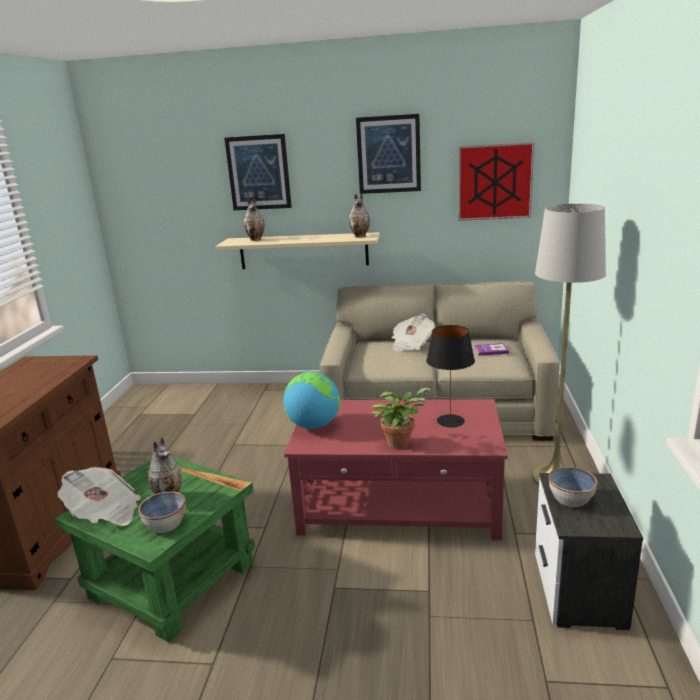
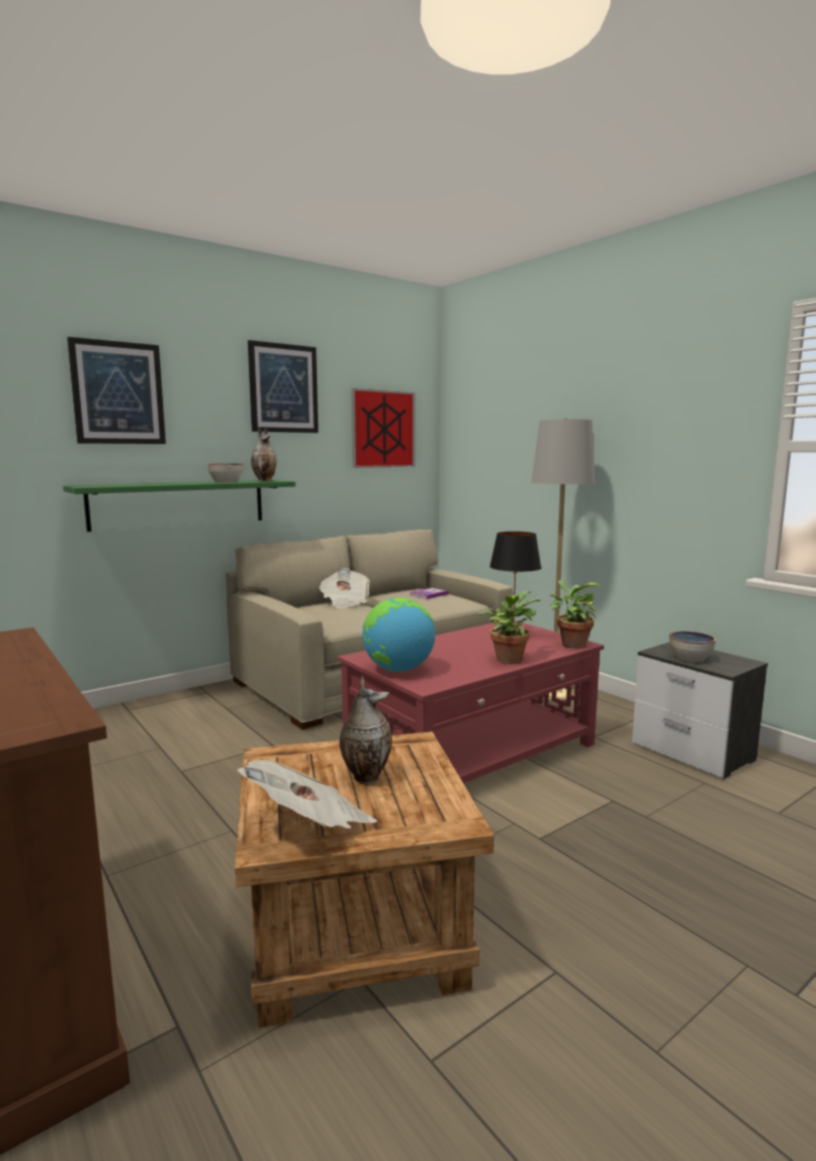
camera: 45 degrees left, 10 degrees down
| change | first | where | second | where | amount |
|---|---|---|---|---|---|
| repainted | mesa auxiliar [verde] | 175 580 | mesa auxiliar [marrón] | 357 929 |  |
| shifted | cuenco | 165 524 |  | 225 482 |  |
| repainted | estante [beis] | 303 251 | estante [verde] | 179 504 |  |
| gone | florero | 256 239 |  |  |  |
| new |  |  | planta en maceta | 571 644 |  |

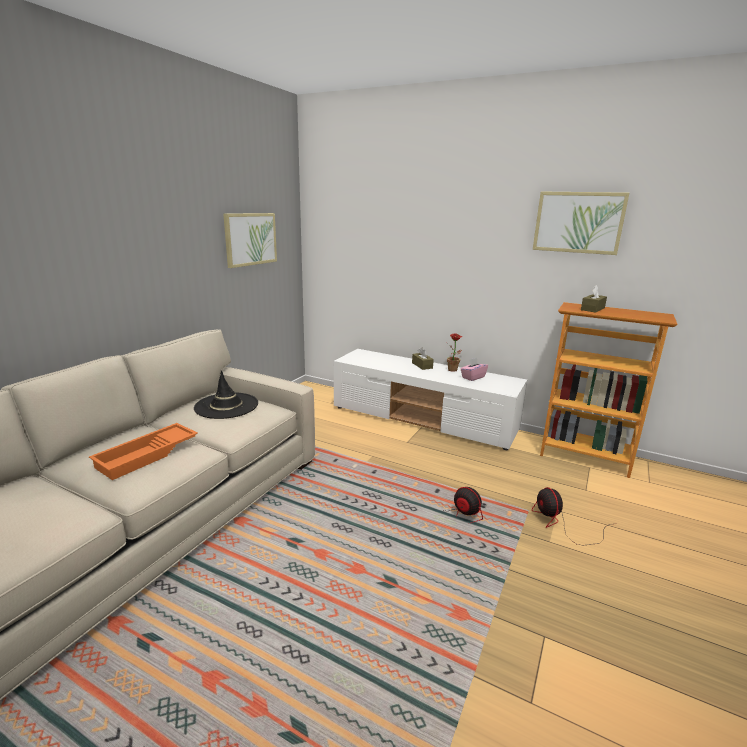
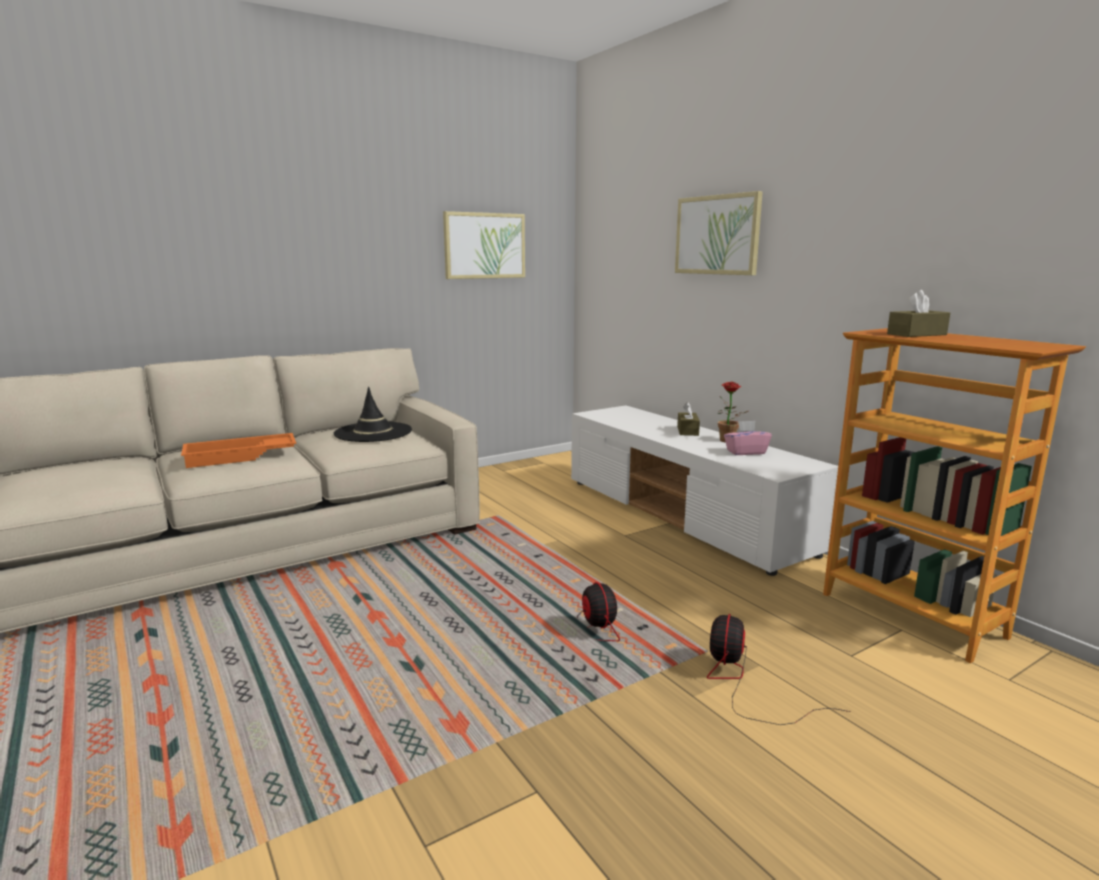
camera: 30 degrees right, 5 degrees down
| change | first | where | second | where | amount |
|---|---|---|---|---|---|
| shifted | cuadro | 578 222 |  | 717 235 |  |

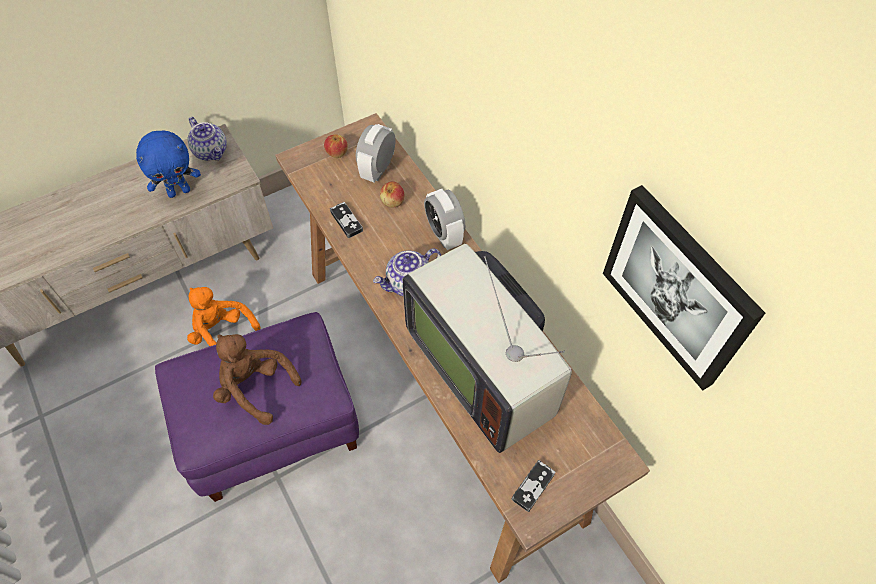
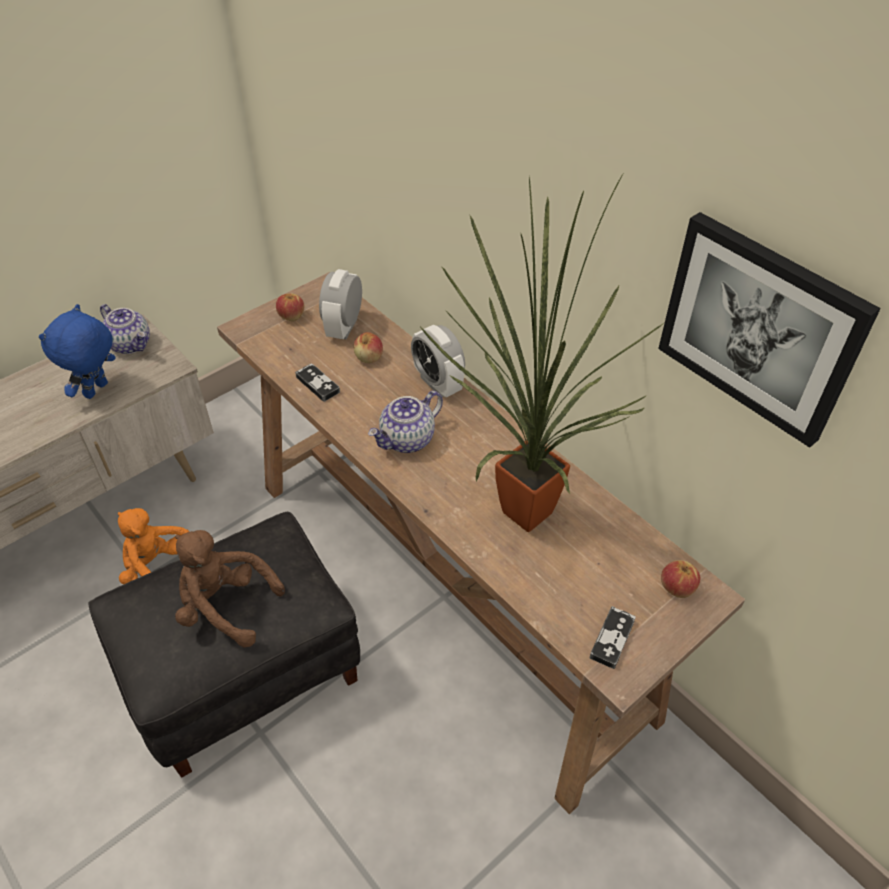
camera: 10 degrees left, 10 degrees down
| change | first | where | second | where | amount |
|---|---|---|---|---|---|
| rotated | peluche [azul] | 179 191 |  | 97 391 | 150 degrees clockwise |
| repainted | puf [morado] | 273 425 | puf [negro] | 244 670 |  |
| swapped | televisor | 484 368 | planta en maceta | 519 517 |  |
| new |  |  | manzana | 677 587 |  |

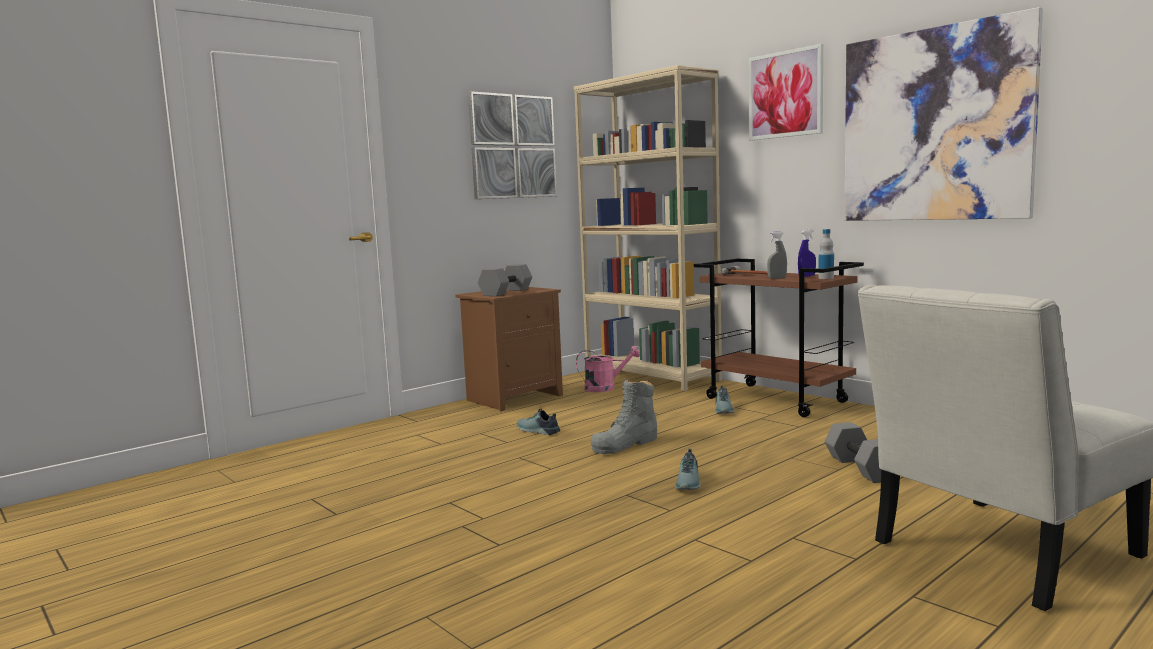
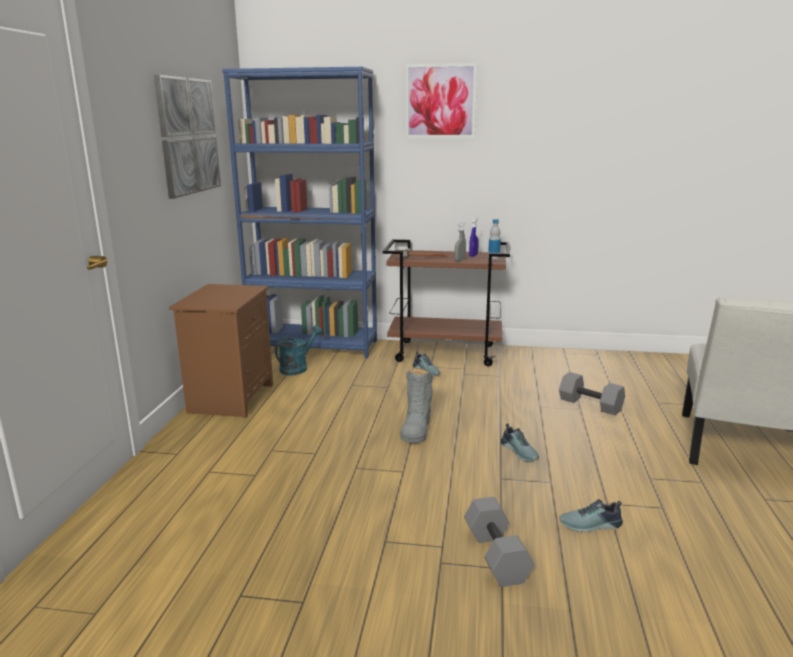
camera: 40 degrees left, 10 degrees up
| change | first | where | second | where | amount |
|---|---|---|---|---|---|
| shifted | mancuerna [gris] | 505 292 |  | 494 555 |  |
| shifted | zapato | 537 431 |  | 591 525 |  |
| repainted | estantería [beis] | 651 376 | estantería [azul] | 314 346 |  |
| repainted | regadera [rosa] | 605 388 | regadera [turquesa] | 297 368 |  |
| gone | cuadro | 935 125 |  |  |  |

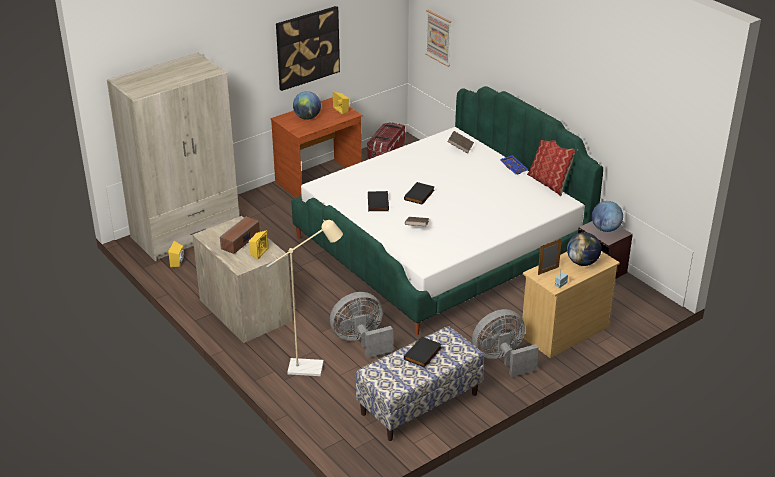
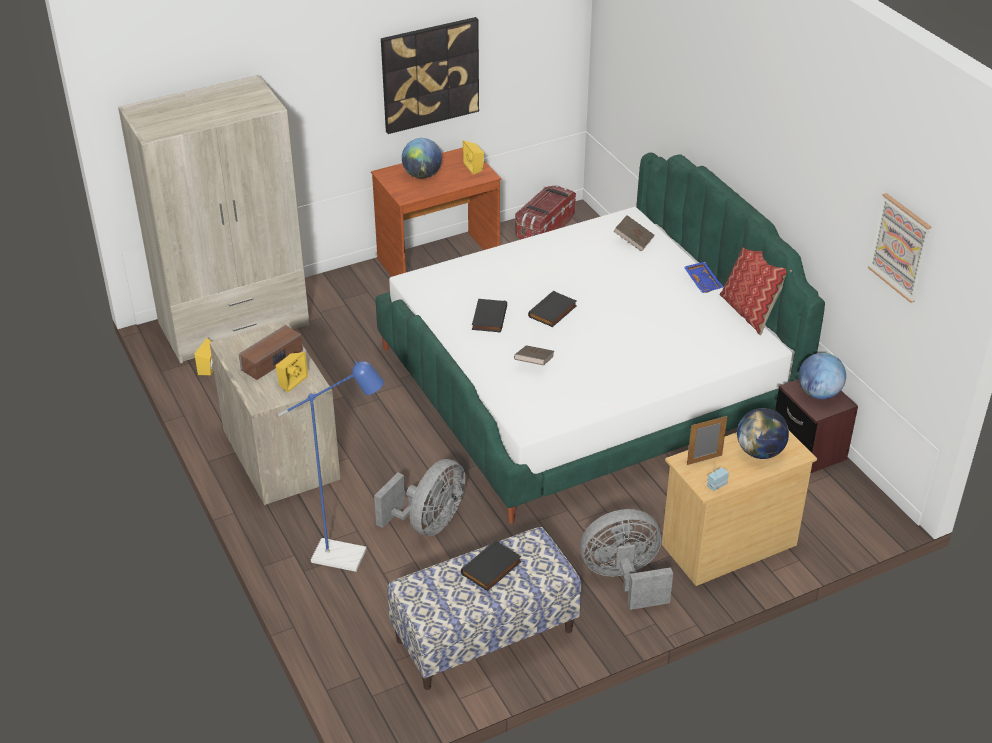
camera: 10 degrees right, 5 degrees up
| change | first | where | second | where | amount |
|---|---|---|---|---|---|
| repainted | lámpara de pie [beis] | 312 368 | lámpara de pie [azul] | 348 557 |  |
| rotated | ventilador [gris] | 361 341 |  | 428 523 | 135 degrees clockwise |
| shifted | cuadro | 439 37 |  | 900 247 |  |

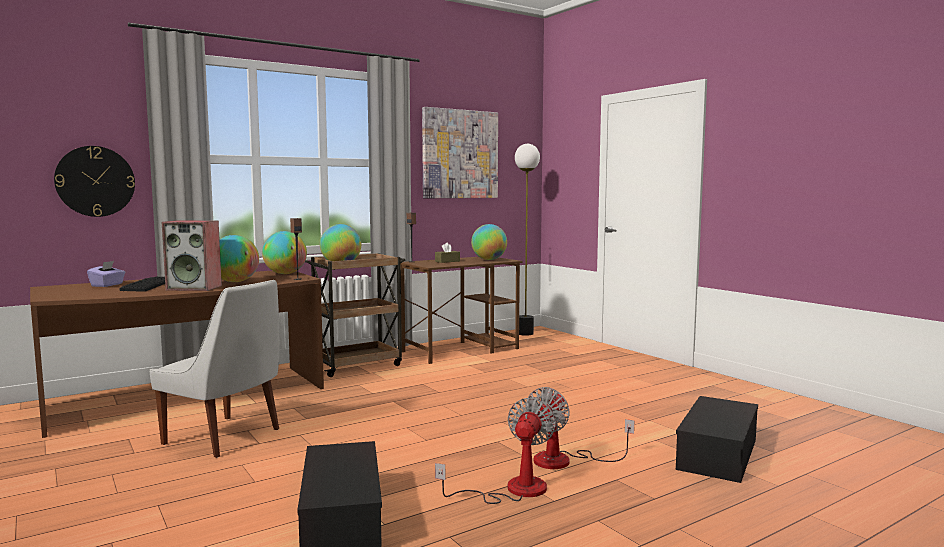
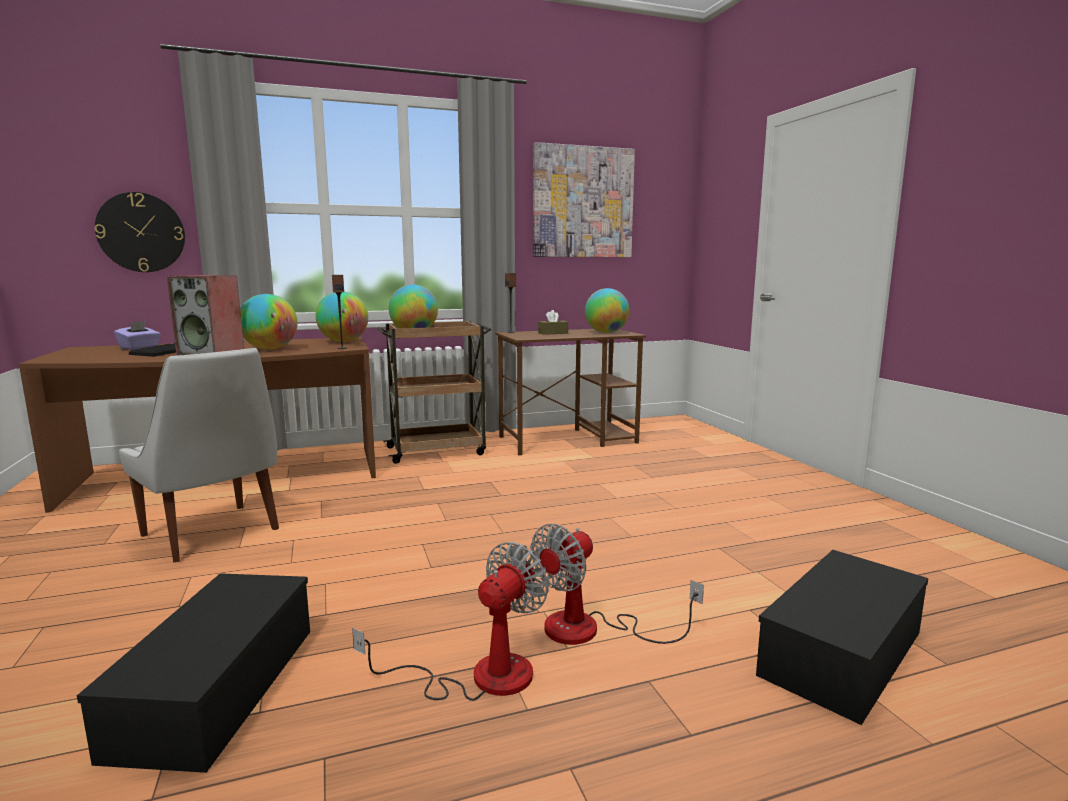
camera: 15 degrees right, 5 degrees up
| change | first | where | second | where | amount |
|---|---|---|---|---|---|
| gone | lámpara de pie | 525 333 |  |  |  |

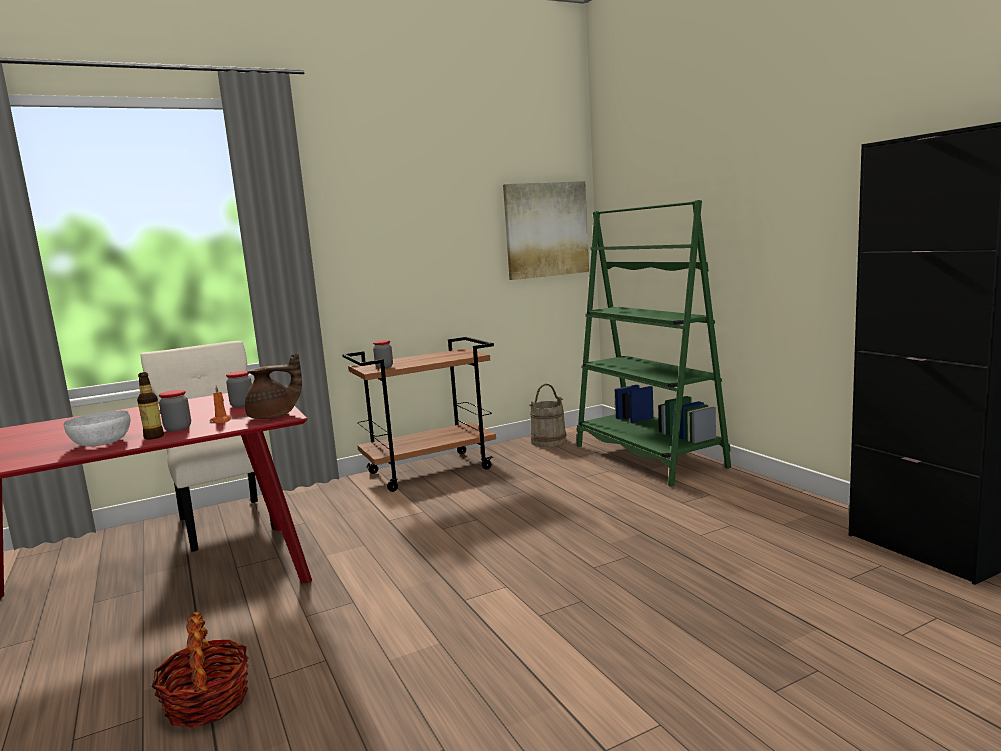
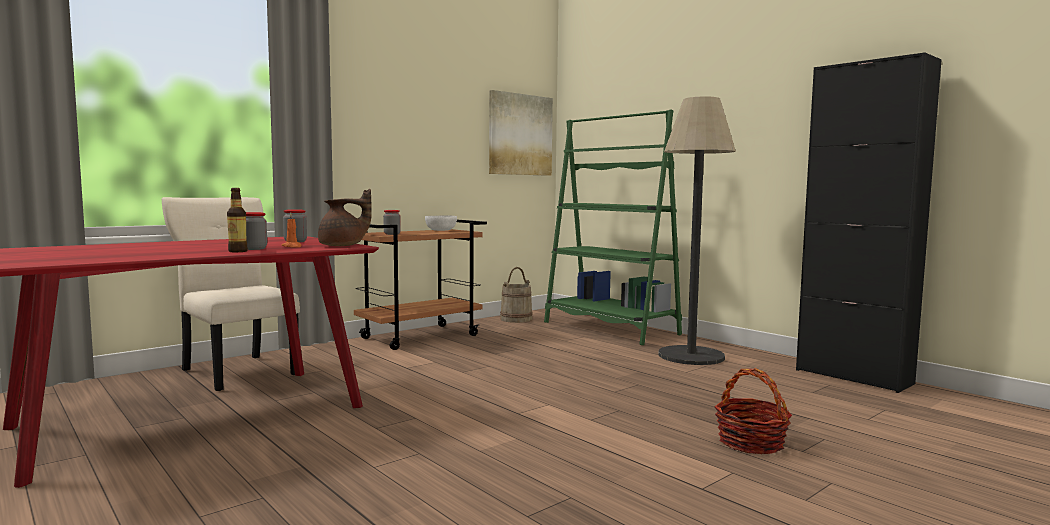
camera: 15 degrees left, 5 degrees down
| change | first | where | second | where | amount |
|---|---|---|---|---|---|
| shifted | cuenco [blanco] | 101 443 |  | 441 230 |  |
| shifted | cesta | 207 702 |  | 751 442 |  |
| new |  |  | lámpara de pie | 691 356 |  |

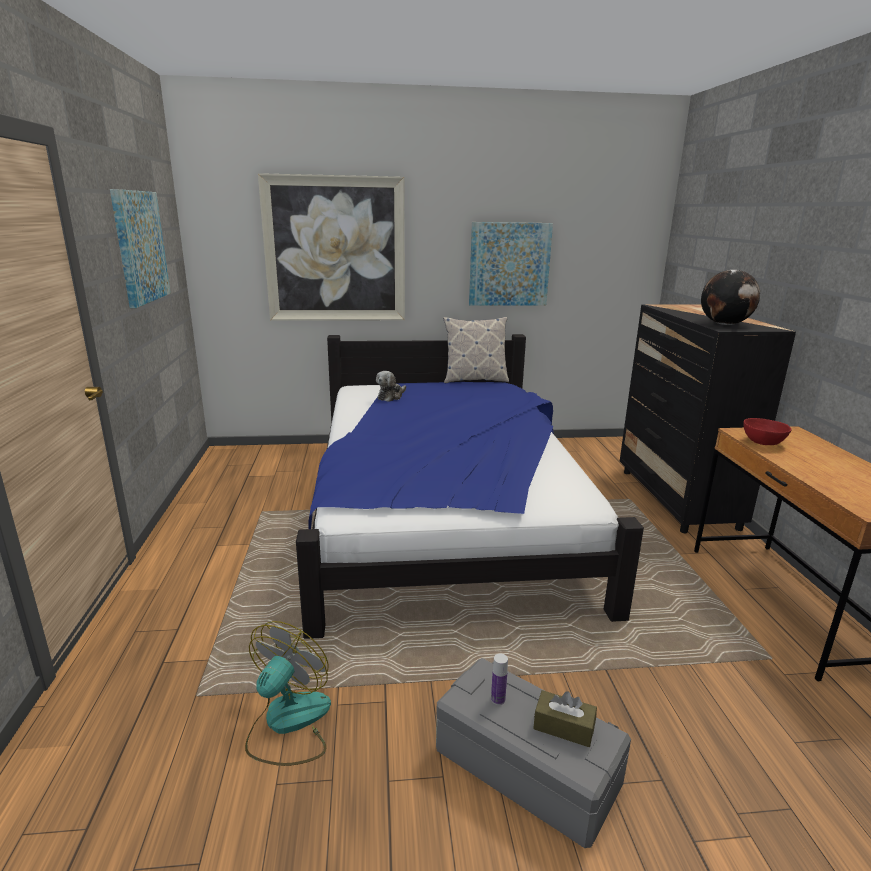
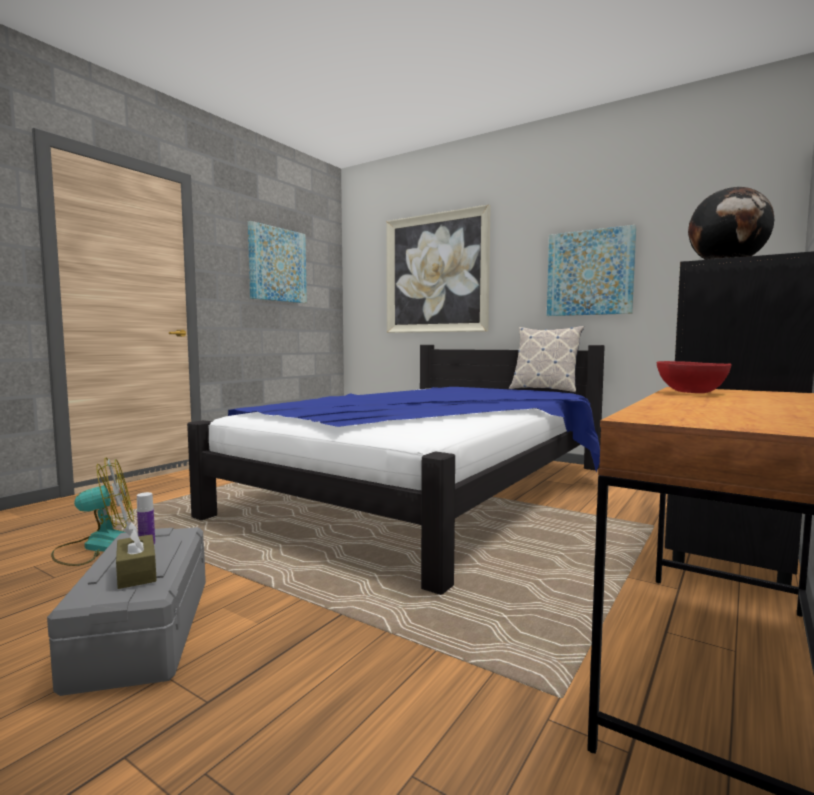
camera: 40 degrees right, 15 degrees down
| change | first | where | second | where | amount |
|---|---|---|---|---|---|
| gone | peluche | 391 396 |  |  |  |

